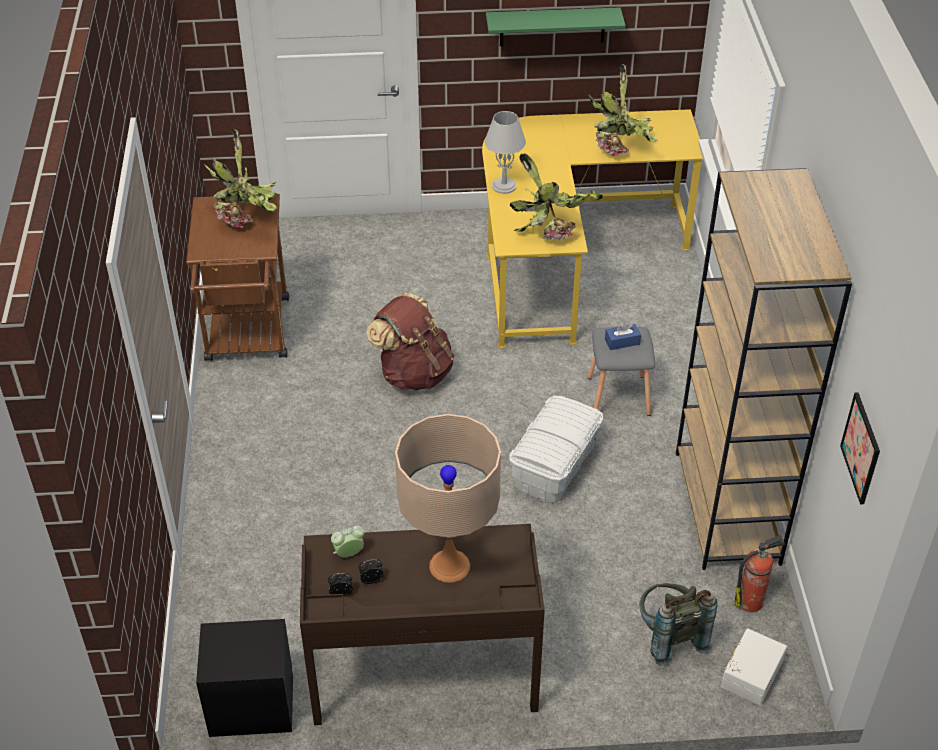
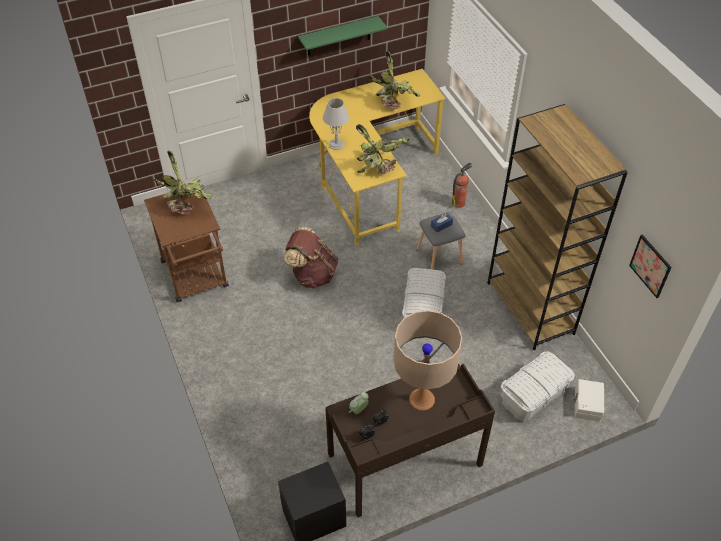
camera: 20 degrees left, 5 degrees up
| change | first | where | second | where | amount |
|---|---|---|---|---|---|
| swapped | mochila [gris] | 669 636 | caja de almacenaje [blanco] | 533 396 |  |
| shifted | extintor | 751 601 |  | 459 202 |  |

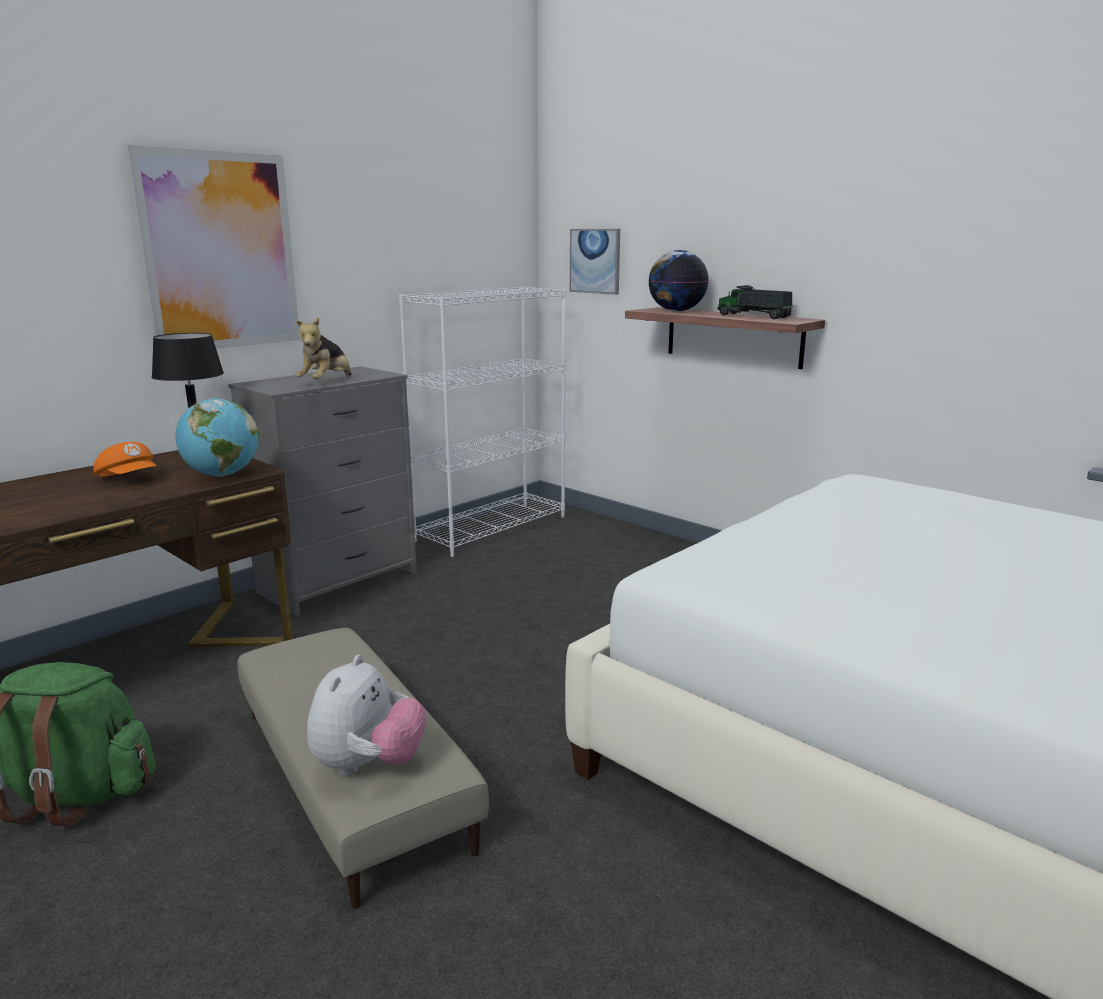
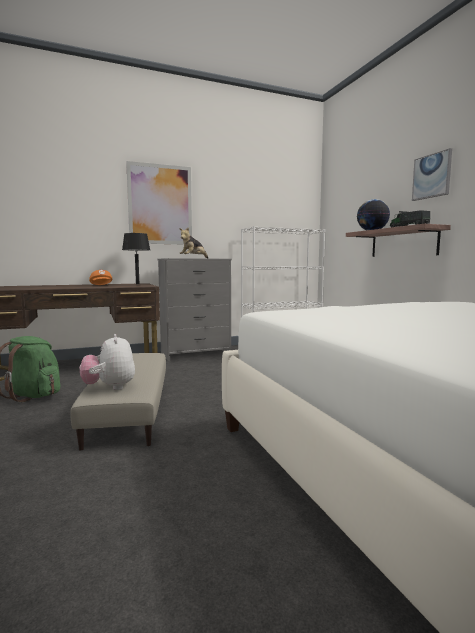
camera: 25 degrees right, 10 degrees down
| change | first | where | second | where | amount |
|---|---|---|---|---|---|
| gone | globo terráqueo | 222 475 |  |  |  |
| rotated | peluche | 368 765 |  | 109 387 | 120 degrees clockwise |
| shifted | cuadro | 595 261 |  | 432 176 |  |

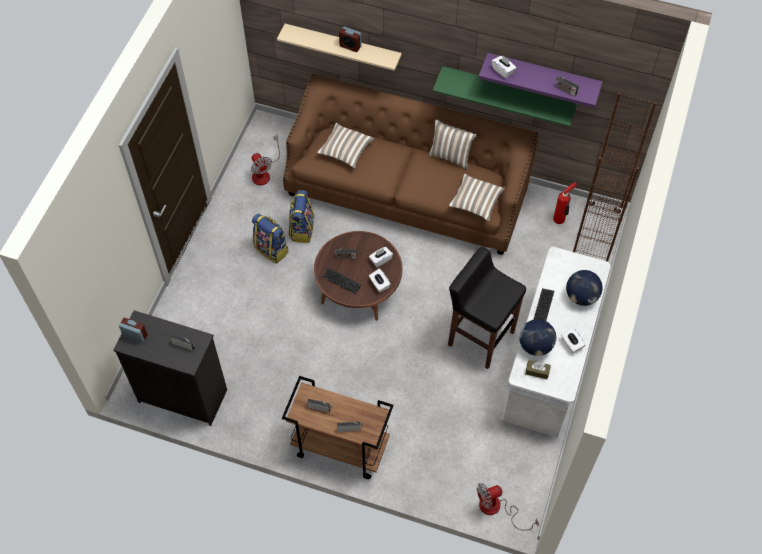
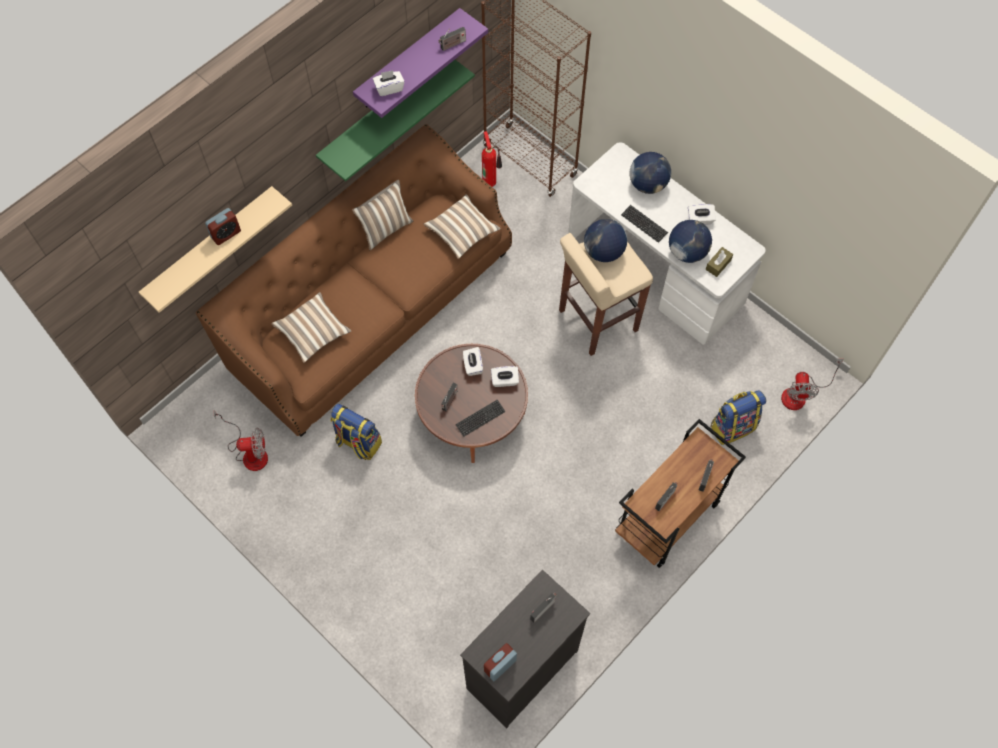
camera: 65 degrees left, 5 degrees up
| change | first | where | second | where | amount |
|---|---|---|---|---|---|
| shifted | mochila | 272 249 |  | 732 426 |  |
| repainted | taburete [negro] | 480 338 | taburete [beis] | 597 321 |  |
| new |  |  | globo terráqueo | 603 252 |  |

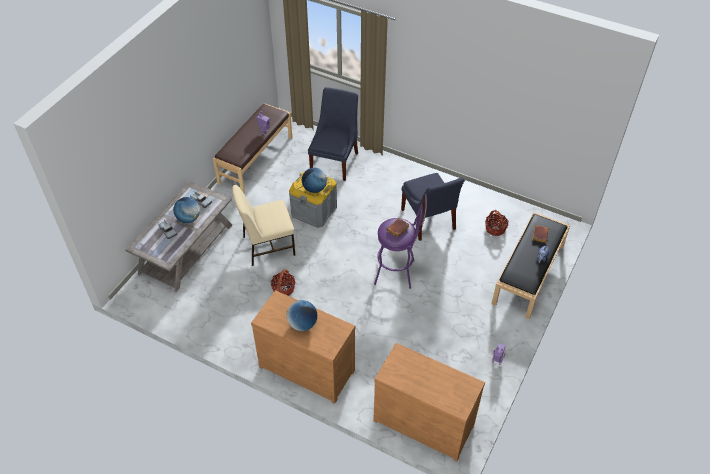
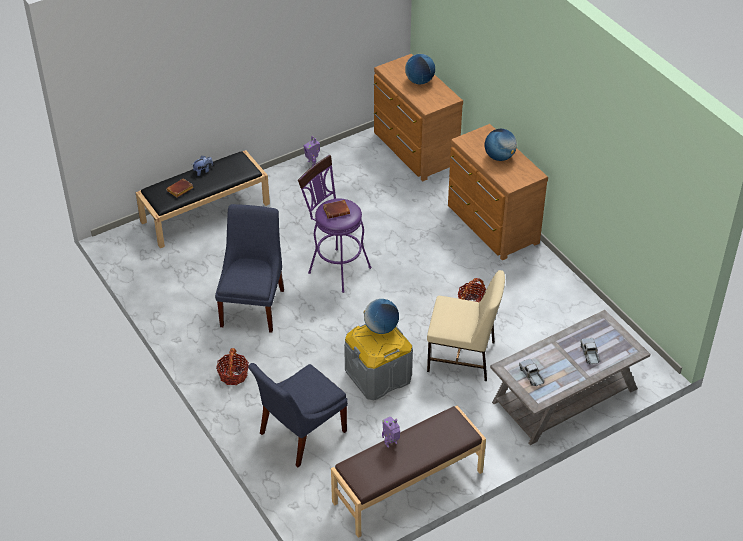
camera: 150 degrees left, 5 degrees down
| change | first | where | second | where | amount |
|---|---|---|---|---|---|
| shifted | globo terráqueo | 188 218 |  | 419 81 |  |
| shifted | cesta | 495 228 |  | 233 375 |  |

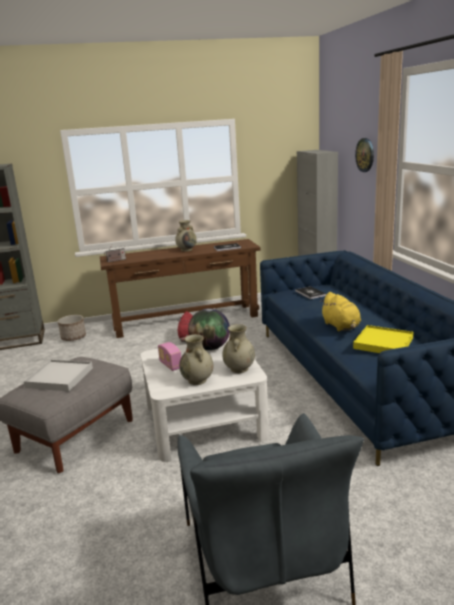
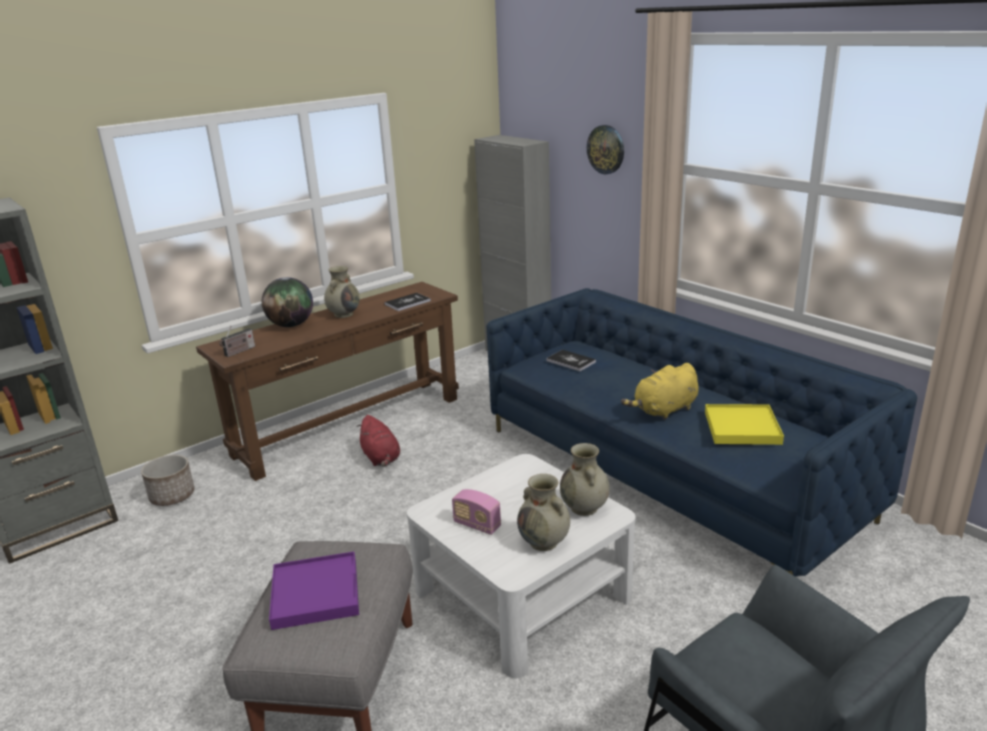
camera: 25 degrees left, 5 degrees up
| change | first | where | second | where | amount |
|---|---|---|---|---|---|
| repainted | bandeja [blanco] | 59 377 | bandeja [morado] | 315 593 |  |
| shifted | globo terráqueo | 210 348 |  | 291 325 |  |
| rotated | peluche [amarillo] | 341 327 |  | 664 410 | 105 degrees clockwise |

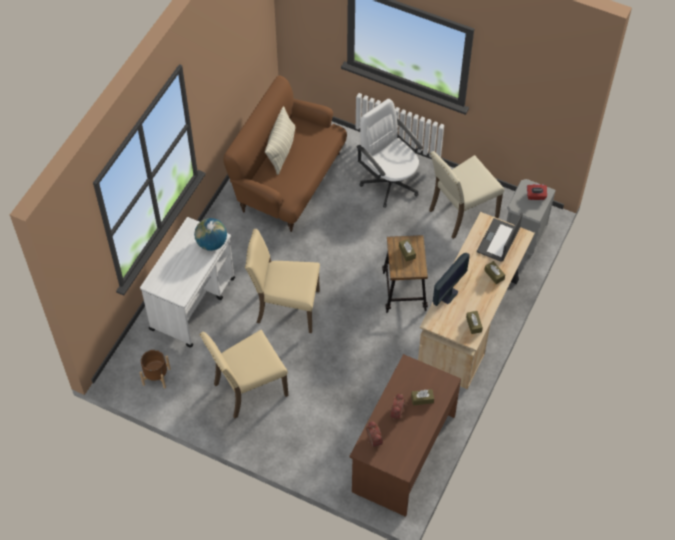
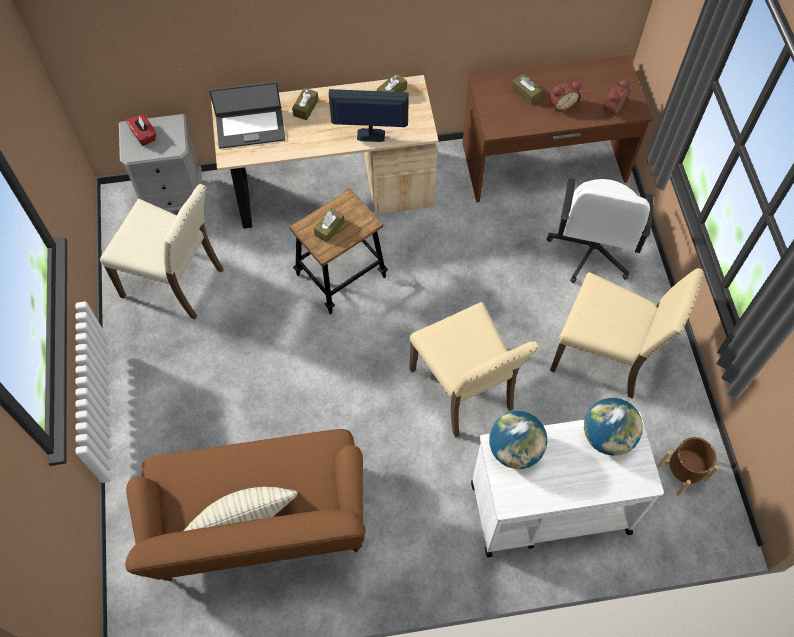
camera: 125 degrees left, 5 degrees up
| change | first | where | second | where | amount |
|---|---|---|---|---|---|
| shifted | silla de oficina [blanco] | 390 182 |  | 591 250 |  |
| new |  |  | globo terráqueo | 607 436 |  |

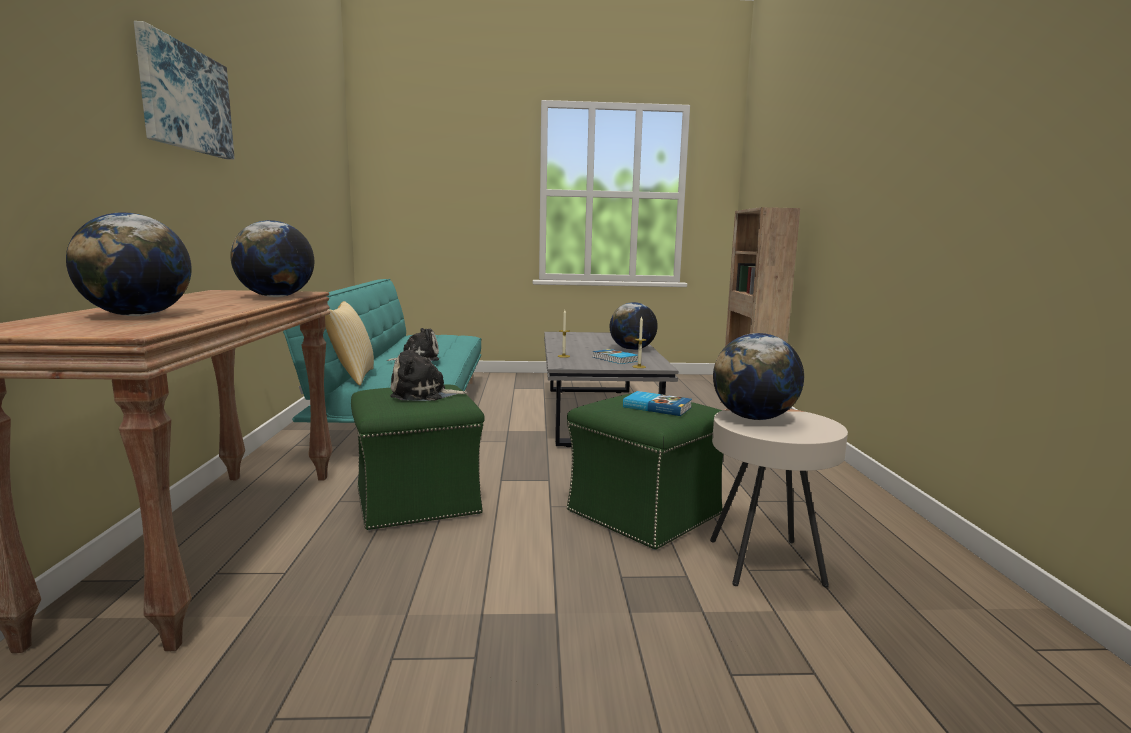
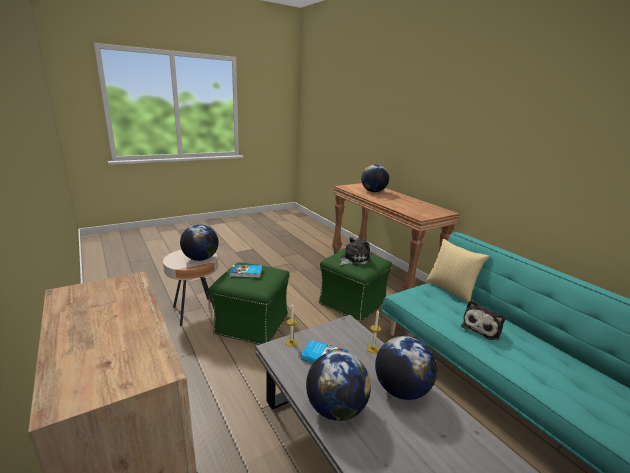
camera: 150 degrees right, 10 degrees up
| change | first | where | second | where | amount |
|---|---|---|---|---|---|
| gone | cuadro | 185 99 |  |  |  |
| shifted | globo terráqueo | 276 297 |  | 401 390 |  |

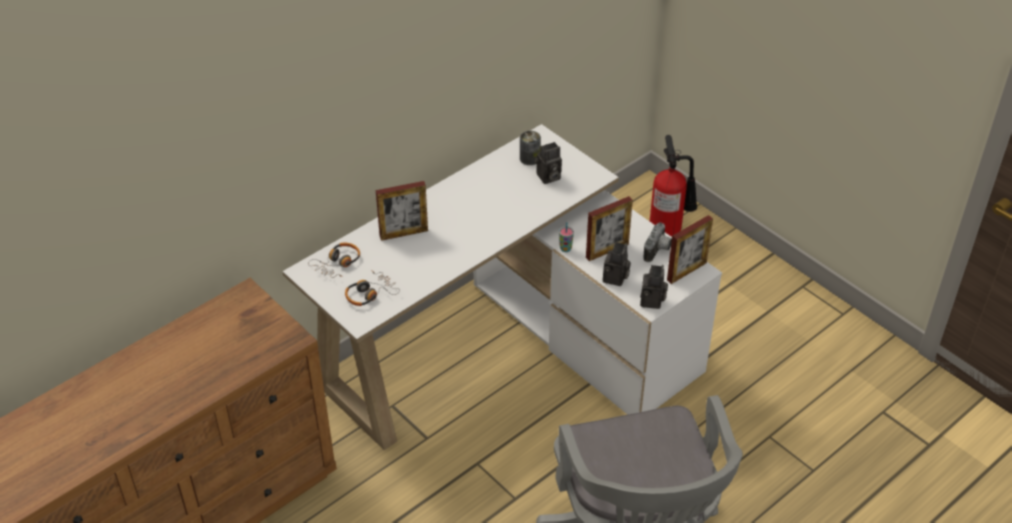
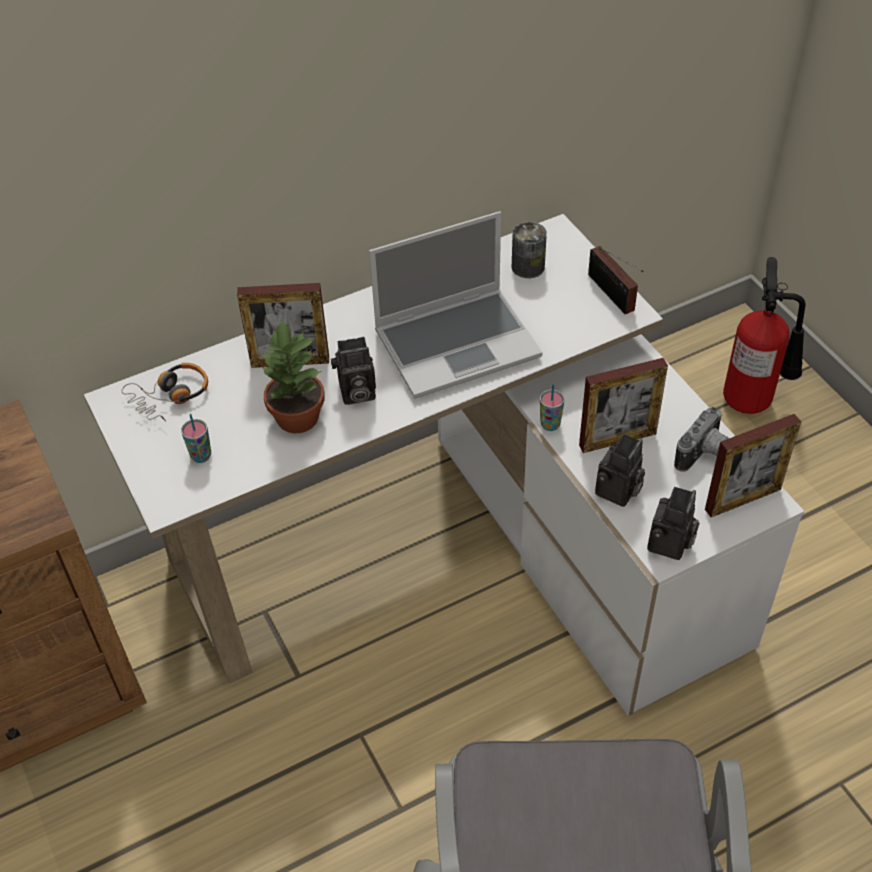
camera: 15 degrees right, 5 degrees up
| change | first | where | second | where | amount |
|---|---|---|---|---|---|
| swapped | auriculares | 370 293 | taza | 201 456 |  |
| shifted | cámara | 548 177 |  | 355 393 |  |
| new |  |  | planta en maceta | 297 418 |  |
| new |  |  | portátil | 458 343 |  |
| new |  |  | radio | 612 295 |  |

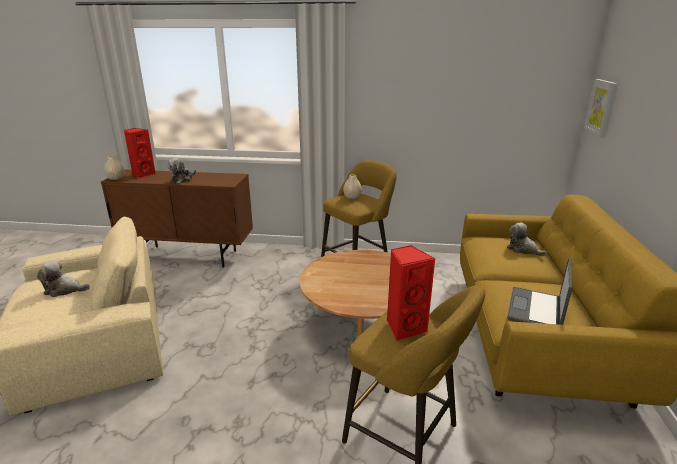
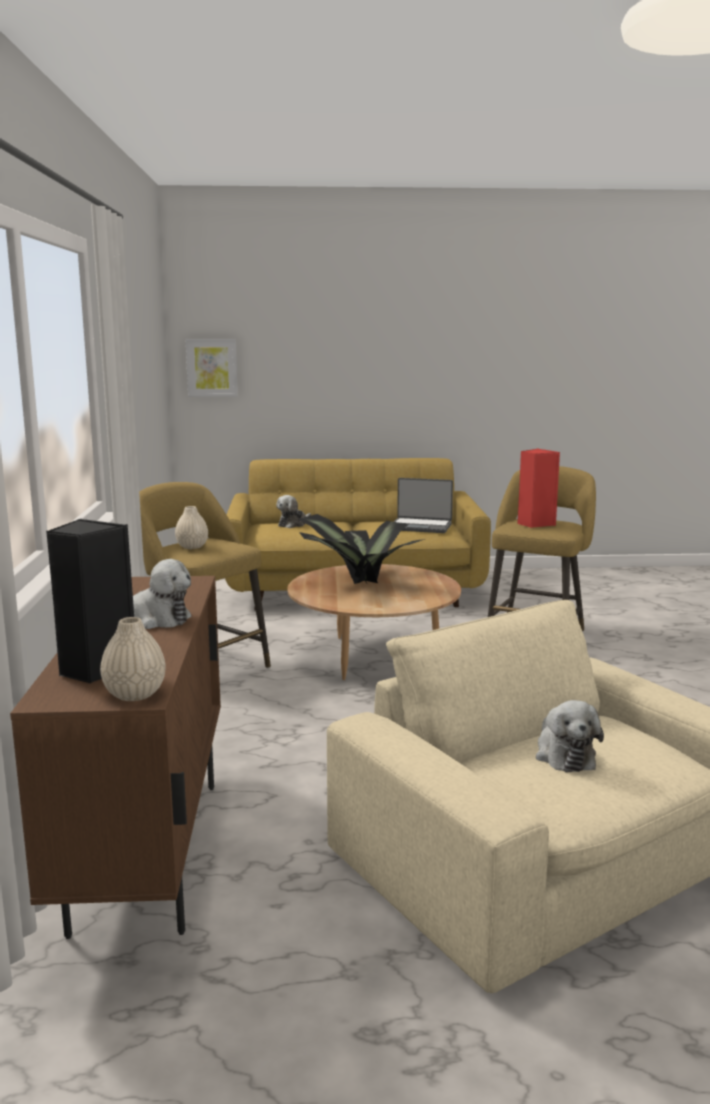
camera: 100 degrees left, 10 degrees down
| change | first | where | second | where | amount |
|---|---|---|---|---|---|
| repainted | altavoz [rojo] | 143 174 | altavoz [negro] | 95 669 |  |
| new |  |  | planta en maceta | 355 581 |  |

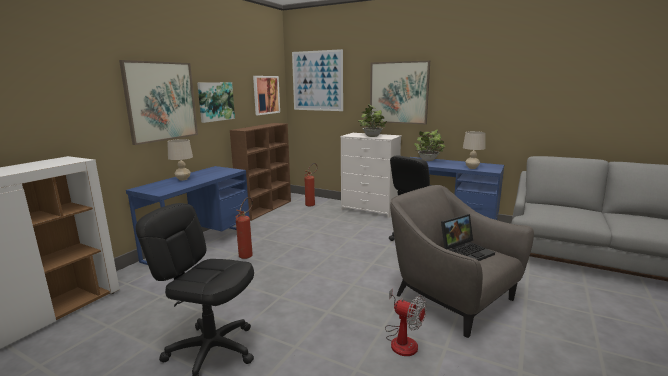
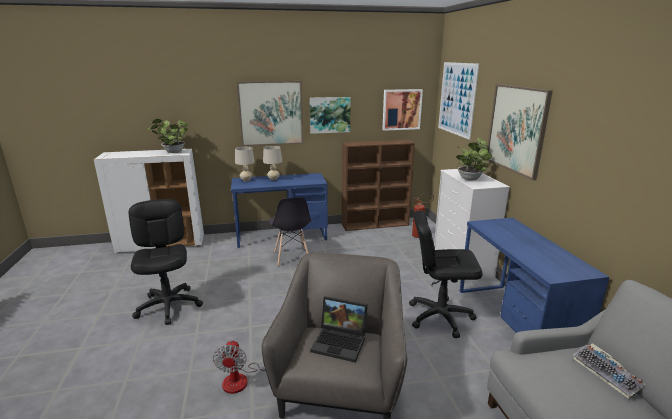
camera: 50 degrees right, 5 degrees up
| change | first | where | second | where | amount |
|---|---|---|---|---|---|
| swapped | extintor | 248 254 | silla [gris] | 292 257 |  |
| shifted | planta en maceta | 428 160 |  | 172 152 |  |
| shifted | lámpara de mesa [beis] | 472 168 |  | 246 180 |  |
| new |  |  | teclado | 609 374 |  |

